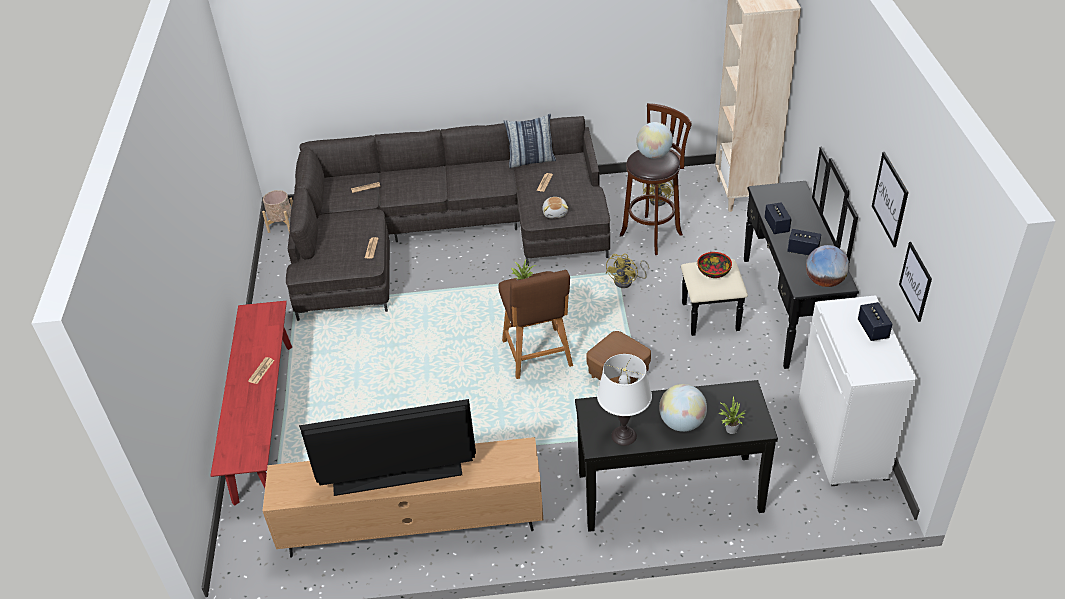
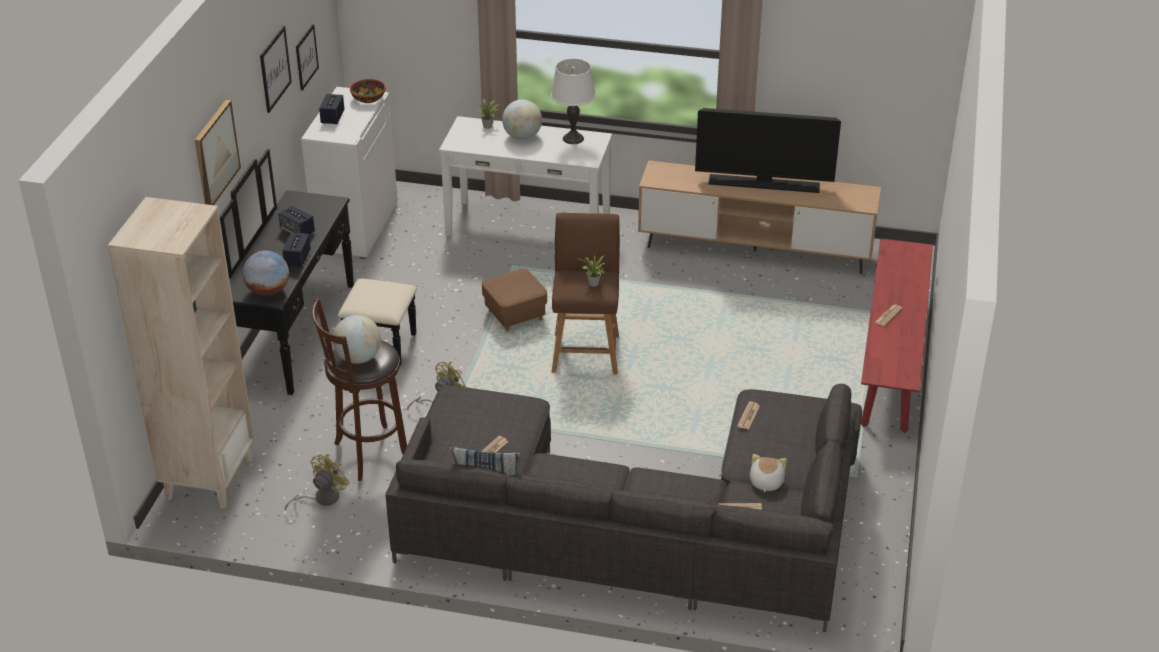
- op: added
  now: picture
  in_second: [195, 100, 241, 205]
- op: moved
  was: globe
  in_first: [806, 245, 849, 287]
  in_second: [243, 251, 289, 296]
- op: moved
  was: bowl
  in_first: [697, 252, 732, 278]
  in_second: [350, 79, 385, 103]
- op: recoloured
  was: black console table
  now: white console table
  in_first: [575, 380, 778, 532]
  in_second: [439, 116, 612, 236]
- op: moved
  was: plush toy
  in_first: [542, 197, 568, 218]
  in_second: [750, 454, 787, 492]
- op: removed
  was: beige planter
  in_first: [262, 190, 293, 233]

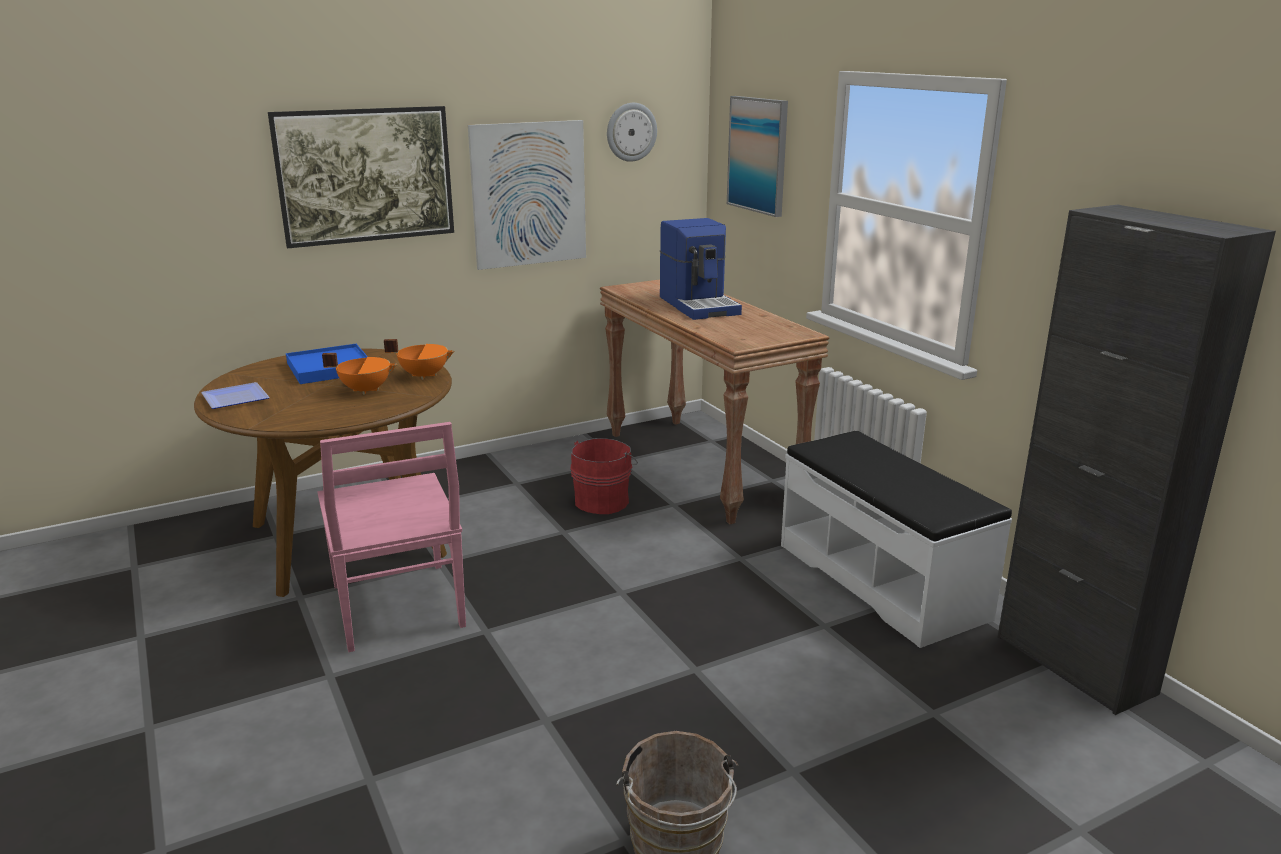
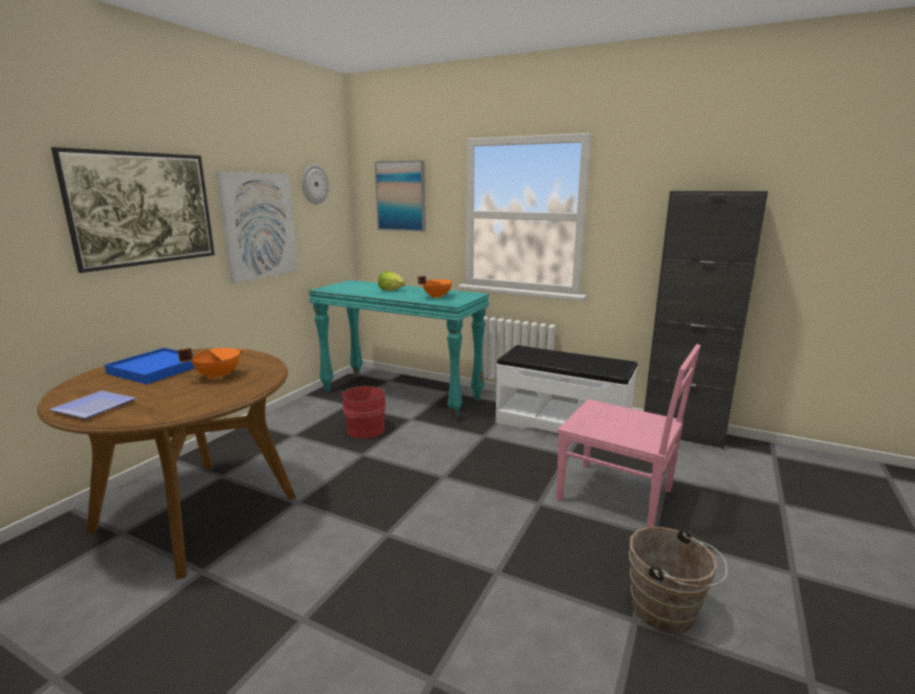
- op: recoloured
  was: brown console table
  now: turquoise console table
  in_first: [600, 279, 829, 524]
  in_second: [309, 280, 489, 420]
- op: replaced
  was: coffee machine
  now: lettuce
  in_first: [660, 218, 742, 320]
  in_second: [378, 271, 406, 291]
- op: moved
  was: orange cooking pot
  in_first: [384, 339, 455, 380]
  in_second: [418, 276, 453, 298]
- op: moved
  was: pink chair
  in_first: [317, 422, 466, 652]
  in_second: [556, 344, 701, 527]

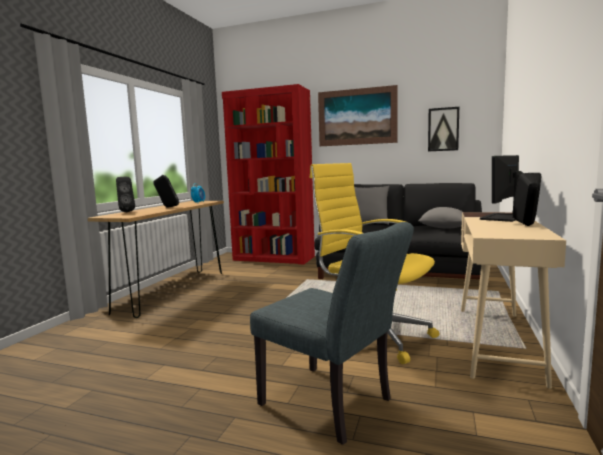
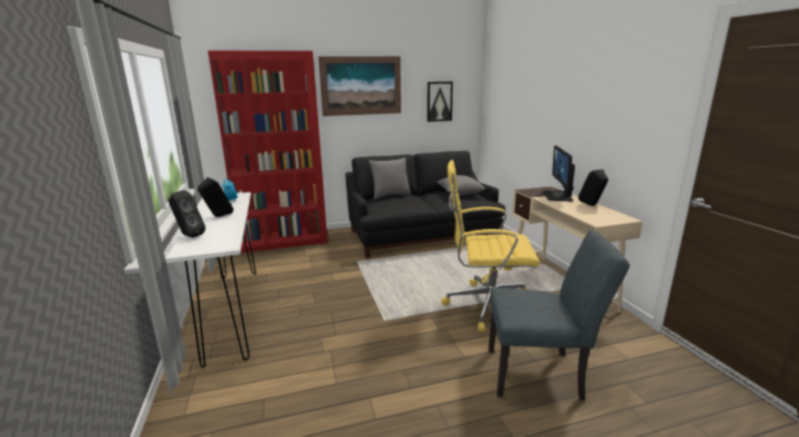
- op: recoloured
  was: brown console table
  now: white console table
  in_first: [88, 201, 224, 318]
  in_second: [166, 192, 256, 368]

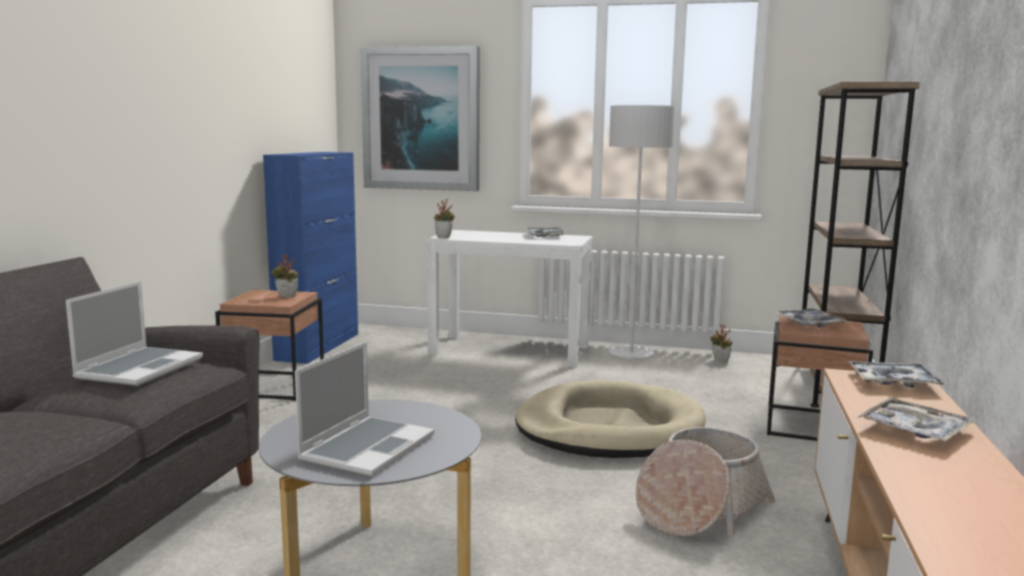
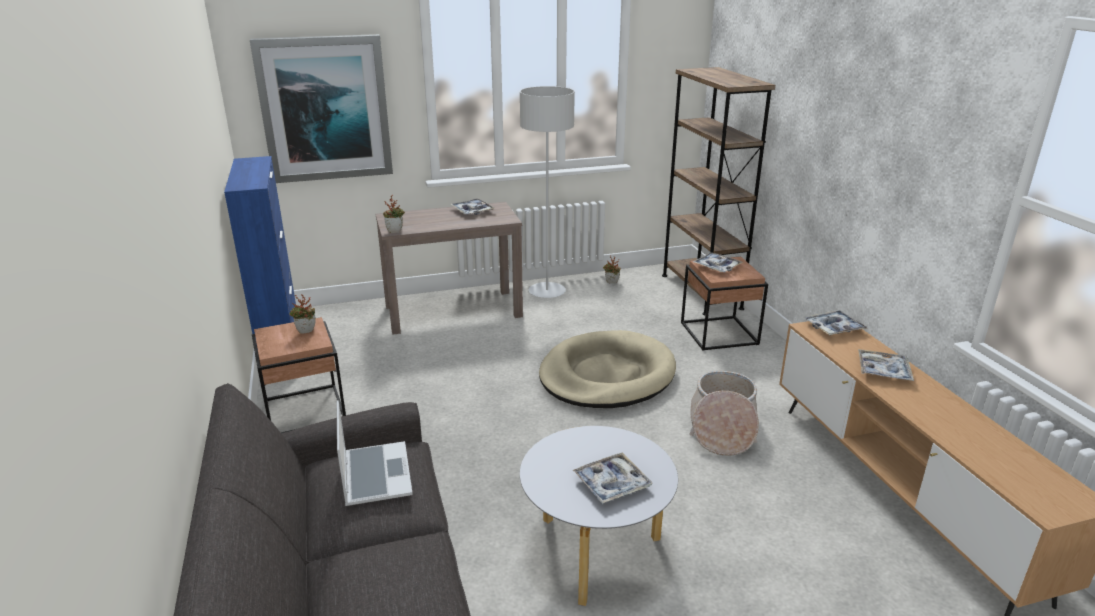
- op: recoloured
  was: white console table
  now: brown console table
  in_first: [426, 230, 593, 367]
  in_second: [375, 202, 523, 335]
- op: replaced
  was: laptop
  now: tray
  in_first: [295, 342, 434, 477]
  in_second: [573, 453, 652, 504]

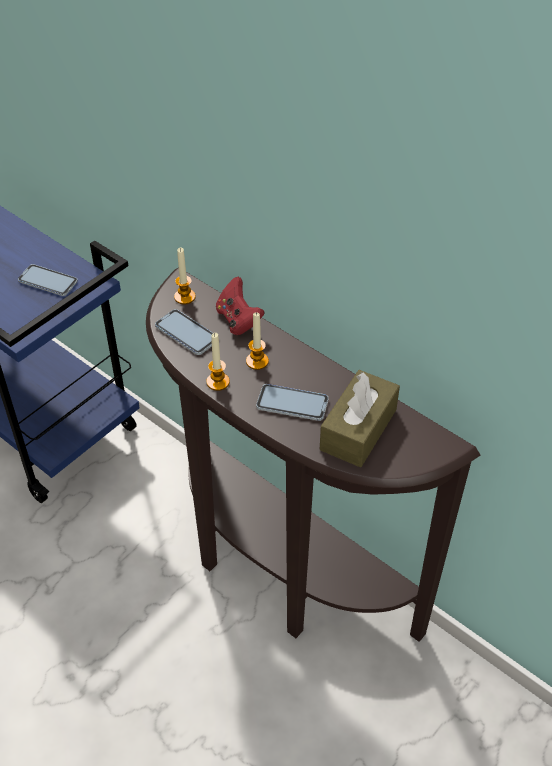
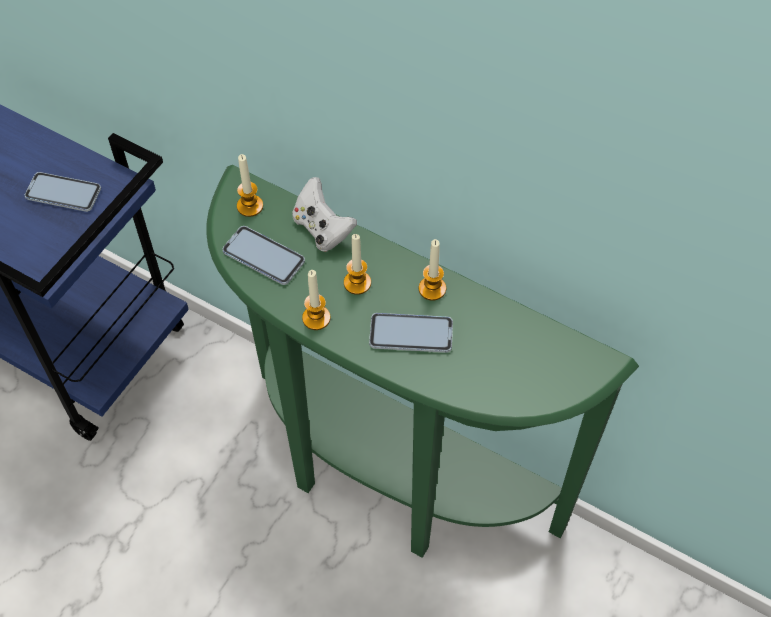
- op: recoloured
  was: brown console table
  now: green console table
  in_first: [146, 267, 480, 642]
  in_second: [206, 165, 639, 558]
- op: recoloured
  was: red game controller
  now: white game controller
  in_first: [216, 277, 264, 335]
  in_second: [292, 177, 357, 252]
- op: added
  now: candle
  in_second: [419, 239, 446, 301]
- op: removed
  was: brown tissue box
  in_first: [320, 370, 400, 467]

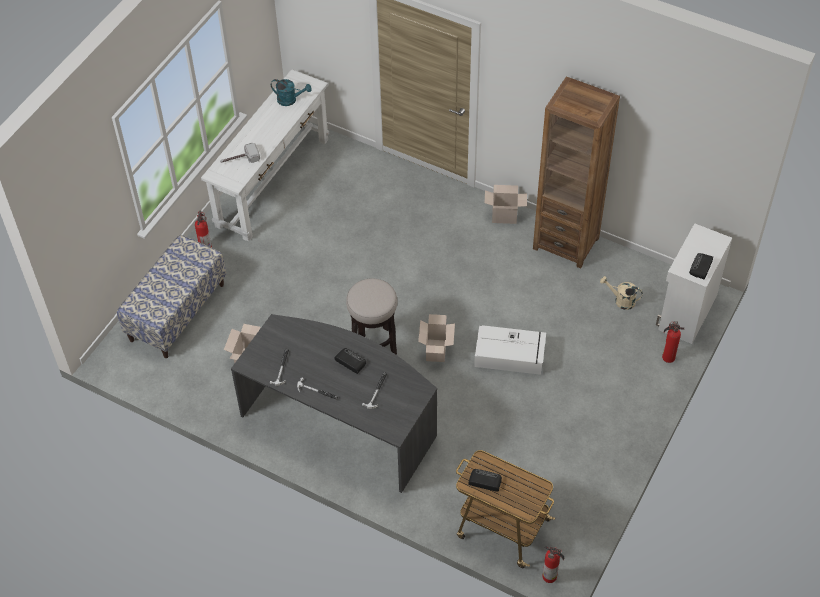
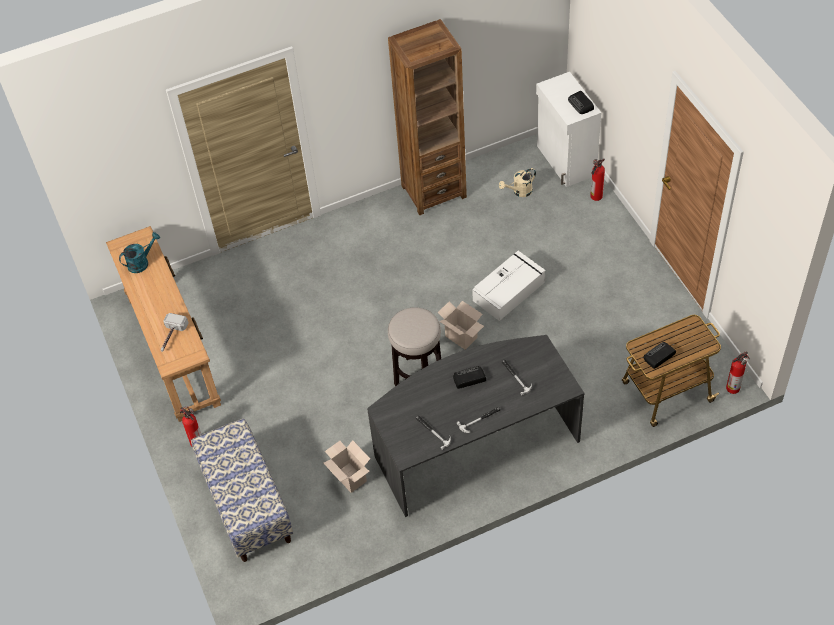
- op: recoloured
  was: white console table
  now: brown console table
  in_first: [201, 69, 329, 242]
  in_second: [106, 226, 221, 422]
- op: removed
  was: cardboard box
  in_first: [485, 185, 527, 224]

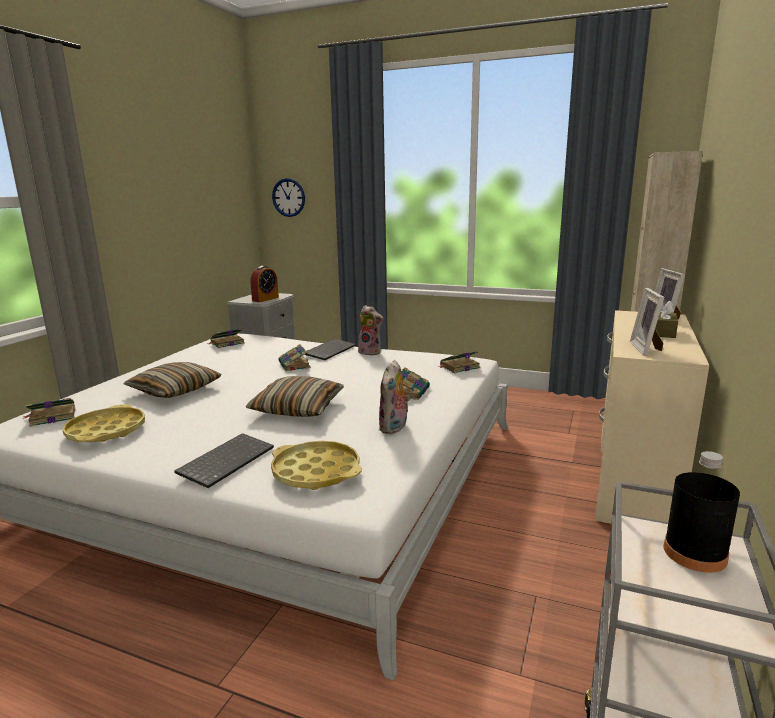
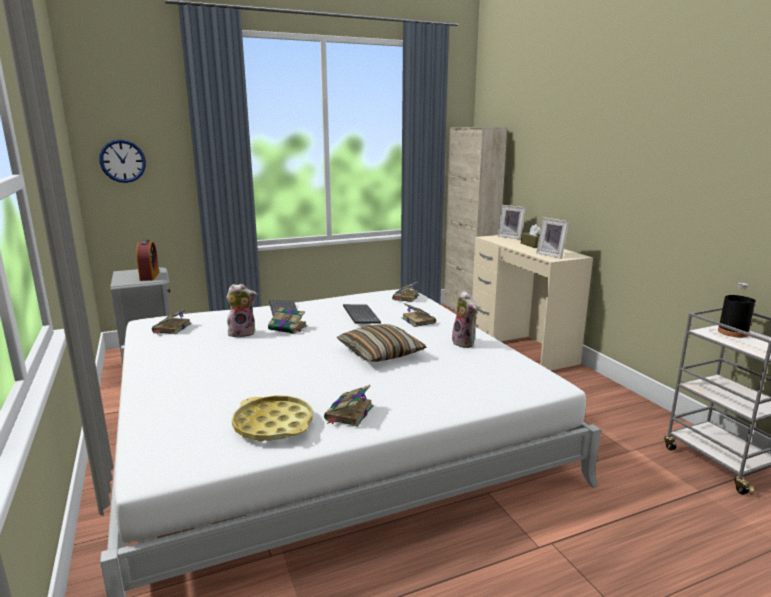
- op: moved
  was: plush toy
  in_first: [358, 305, 383, 356]
  in_second: [226, 284, 257, 337]
- op: moved
  was: book
  in_first: [22, 398, 75, 427]
  in_second: [324, 385, 373, 427]
- op: moved
  was: keyboard
  in_first: [174, 433, 274, 488]
  in_second: [343, 304, 381, 324]
- op: removed
  was: pillow
  in_first: [124, 362, 222, 398]
- op: removed
  was: yellow tray
  in_first: [271, 441, 362, 490]

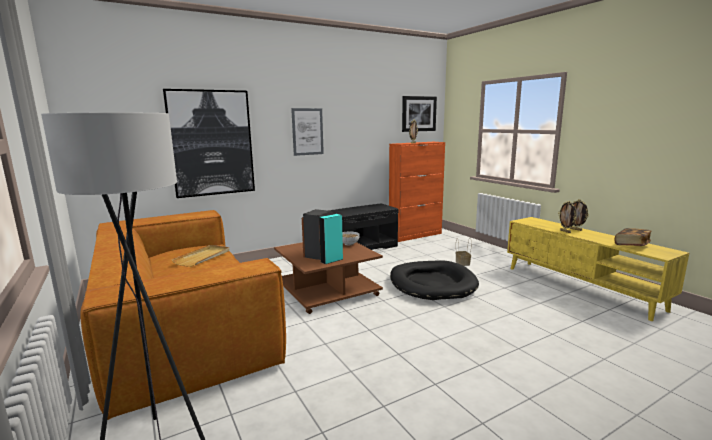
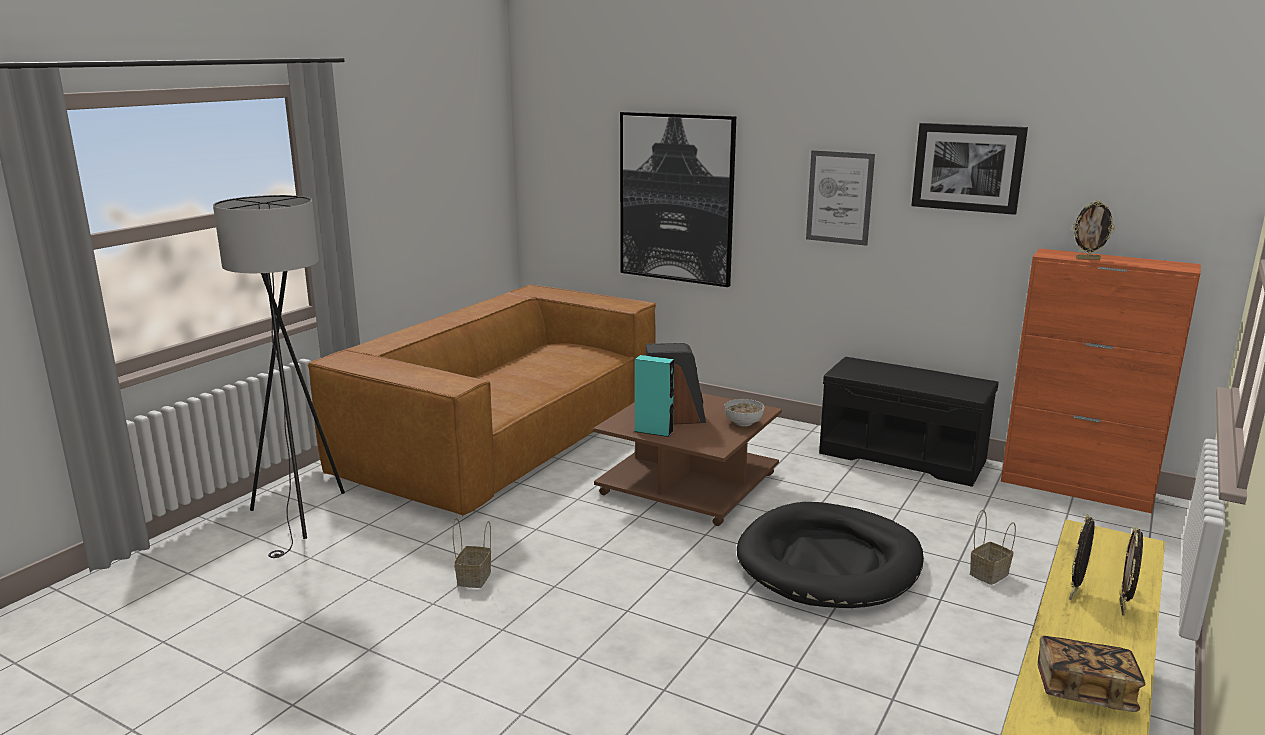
- op: added
  now: basket
  in_second: [453, 518, 491, 588]
- op: moved
  was: picture
  in_first: [402, 96, 437, 132]
  in_second: [911, 123, 1028, 215]
- op: removed
  was: beige tray
  in_first: [172, 245, 229, 267]

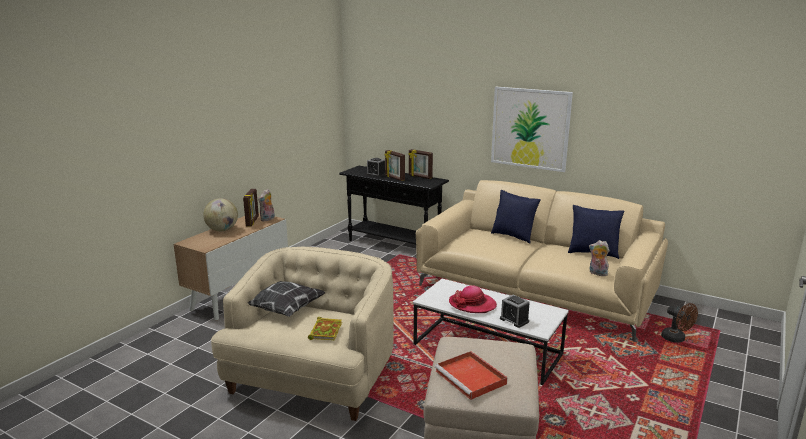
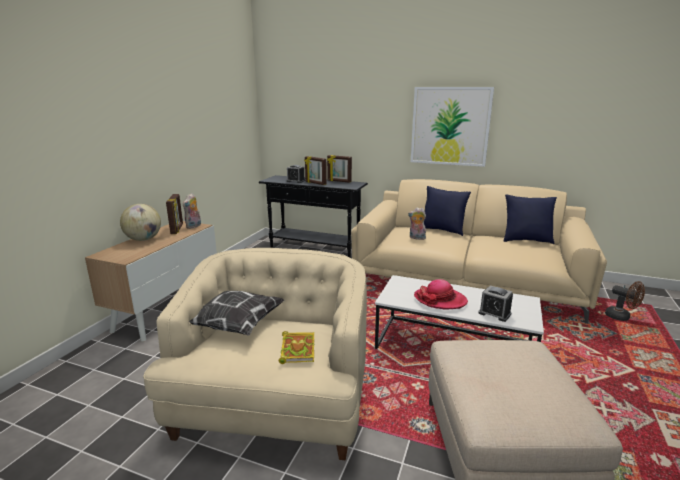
- op: moved
  was: plush toy
  in_first: [589, 240, 609, 276]
  in_second: [408, 207, 427, 240]
- op: removed
  was: red tray
  in_first: [435, 351, 507, 400]

